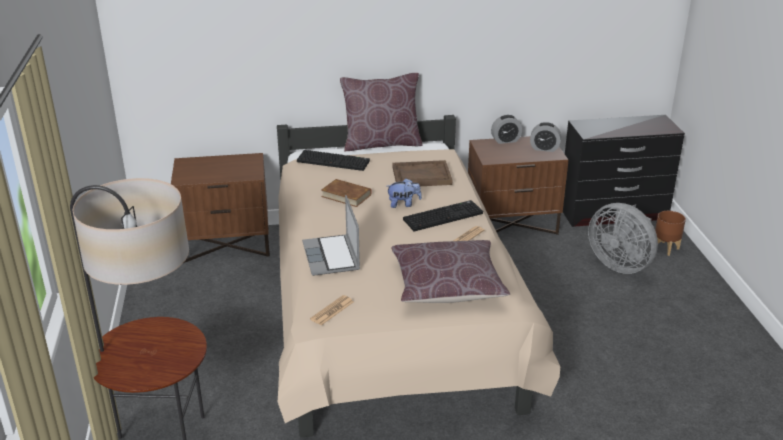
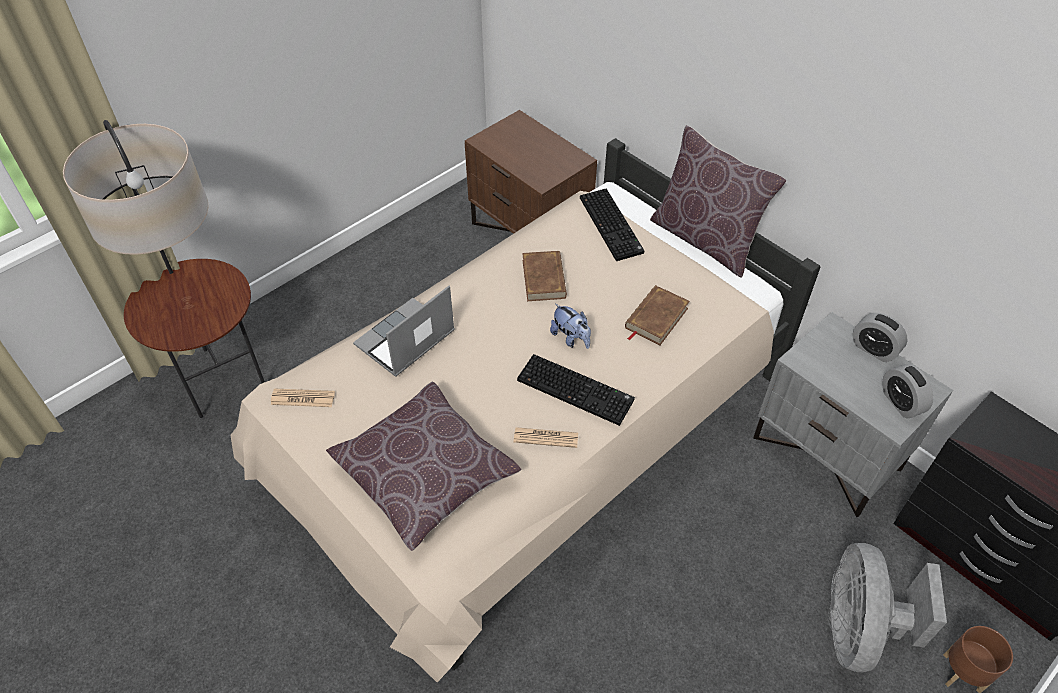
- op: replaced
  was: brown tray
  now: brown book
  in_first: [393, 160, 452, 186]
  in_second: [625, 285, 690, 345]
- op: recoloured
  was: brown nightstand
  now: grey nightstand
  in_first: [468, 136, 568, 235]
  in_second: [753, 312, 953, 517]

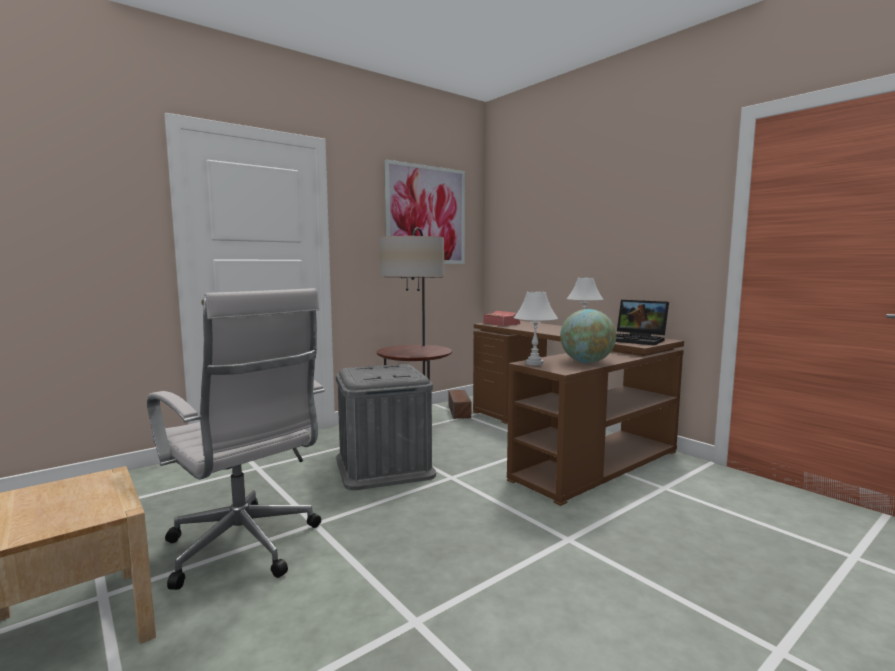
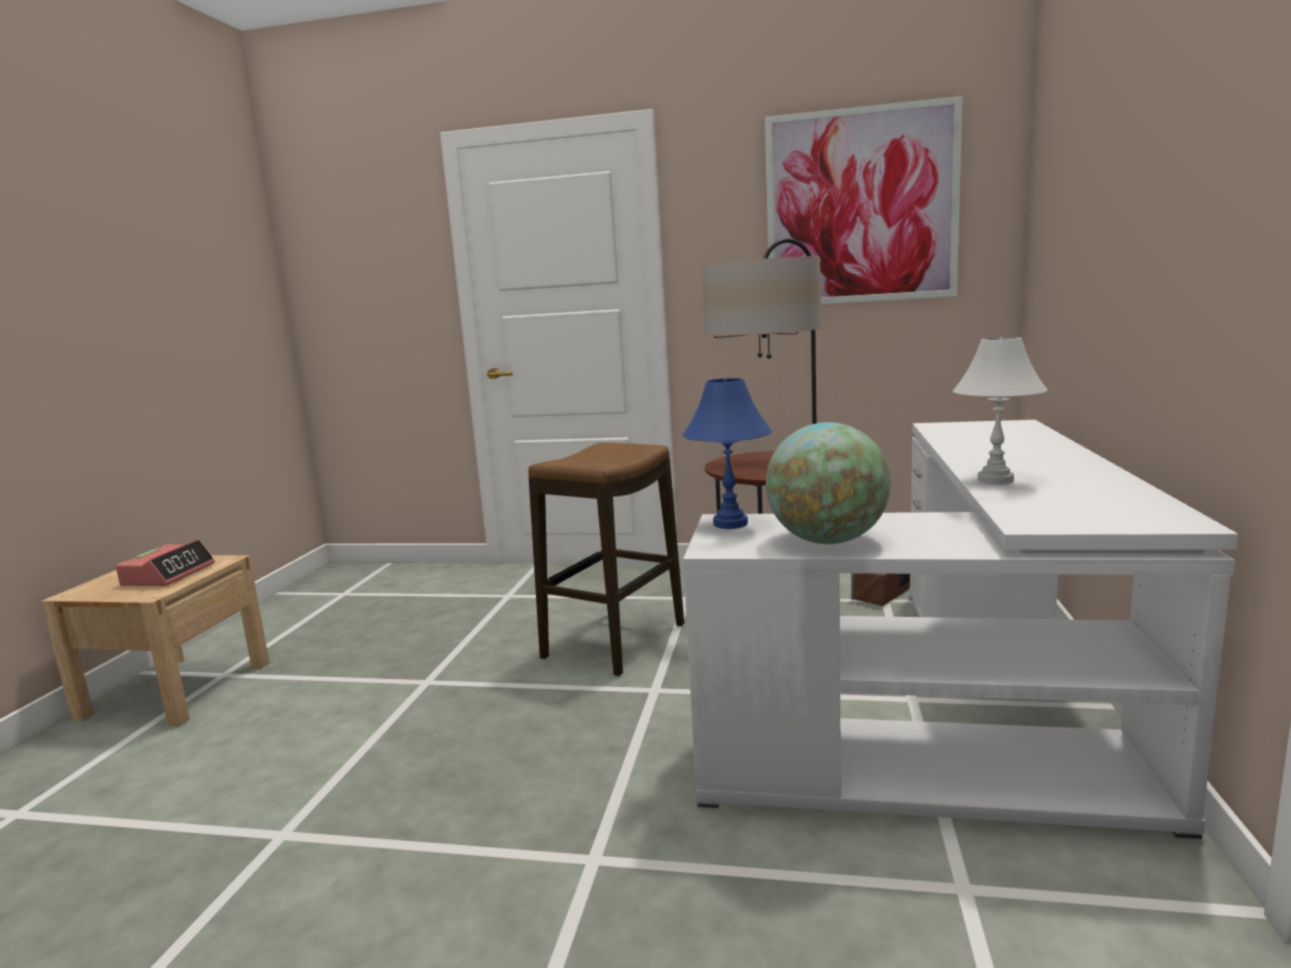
- op: moved
  was: alarm clock
  in_first: [483, 311, 520, 326]
  in_second: [116, 539, 215, 586]
- op: replaced
  was: grey storage box
  now: stool
  in_first: [336, 364, 436, 490]
  in_second: [528, 443, 684, 676]
- op: recoloured
  was: white table lamp
  now: blue table lamp
  in_first: [514, 291, 558, 365]
  in_second: [683, 378, 772, 529]
- op: recoloured
  was: brown desk
  now: white desk
  in_first: [473, 321, 684, 506]
  in_second: [683, 420, 1238, 839]
- op: removed
  was: white office chair
  in_first: [147, 288, 325, 590]
- op: removed
  was: laptop
  in_first: [616, 300, 669, 345]

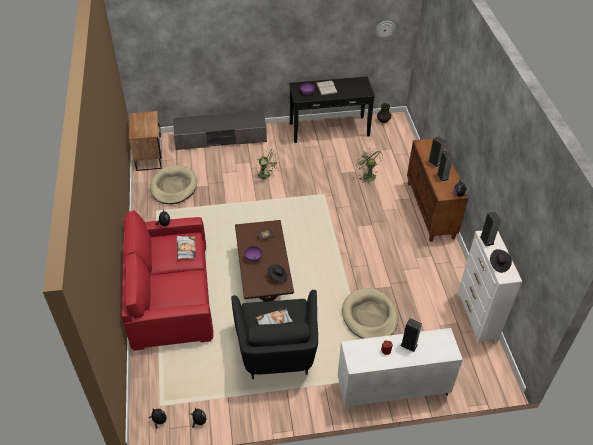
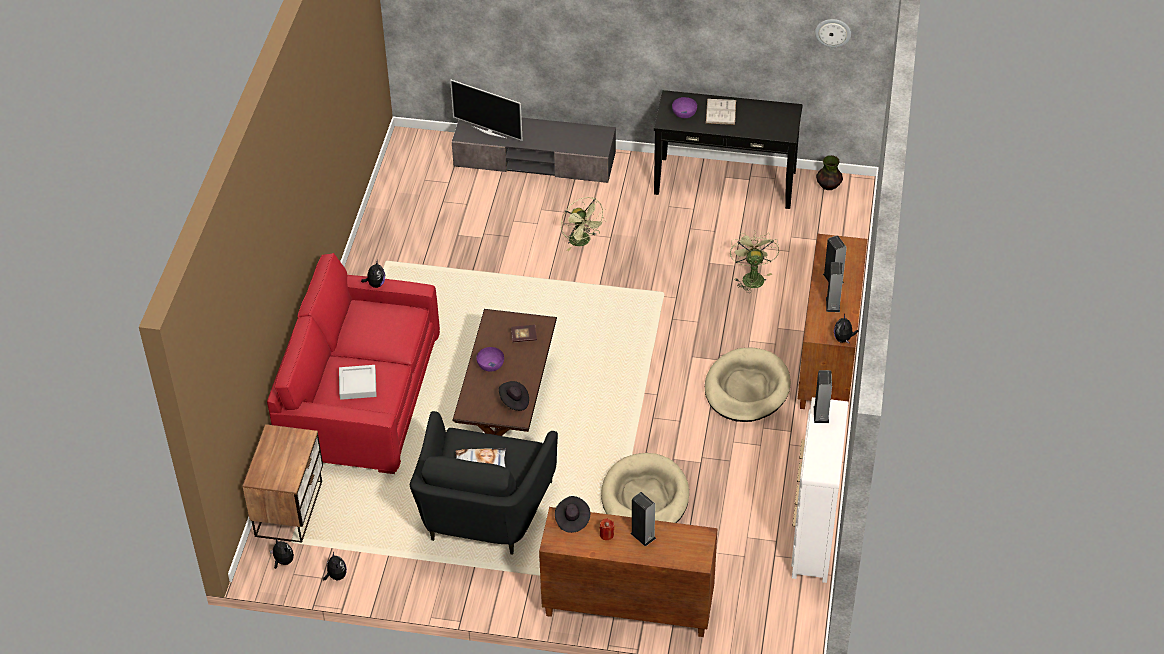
- op: moved
  was: nightstand
  in_first: [129, 111, 162, 171]
  in_second: [243, 424, 323, 542]
- op: added
  now: grey tray
  in_second: [339, 365, 376, 400]
- op: added
  now: television
  in_second: [450, 80, 522, 141]
- op: recoloured
  was: white cabinet
  now: brown cabinet
  in_first: [338, 328, 463, 411]
  in_second: [539, 507, 718, 637]
- op: moved
  was: black hat
  in_first: [490, 249, 512, 273]
  in_second: [555, 496, 590, 533]
- op: moved
  was: beige dog bed
  in_first: [150, 165, 197, 204]
  in_second: [705, 348, 791, 422]
- op: removed
  was: pillow
  in_first: [177, 236, 196, 259]

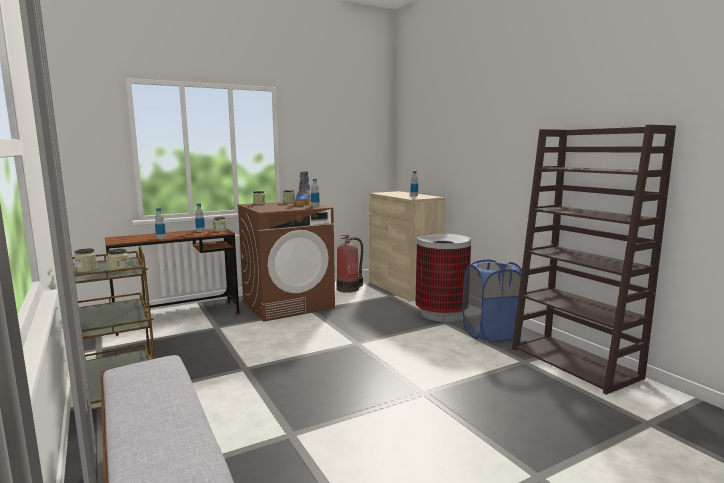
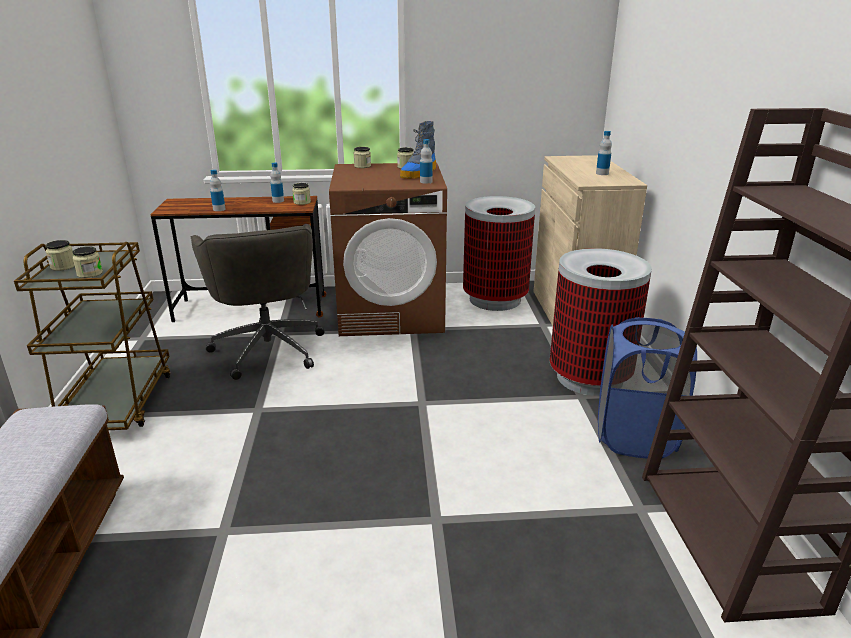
- op: added
  now: grey office chair
  in_second: [190, 224, 325, 380]
- op: replaced
  was: fire extinguisher
  now: trash can
  in_first: [337, 235, 363, 293]
  in_second: [463, 196, 535, 311]

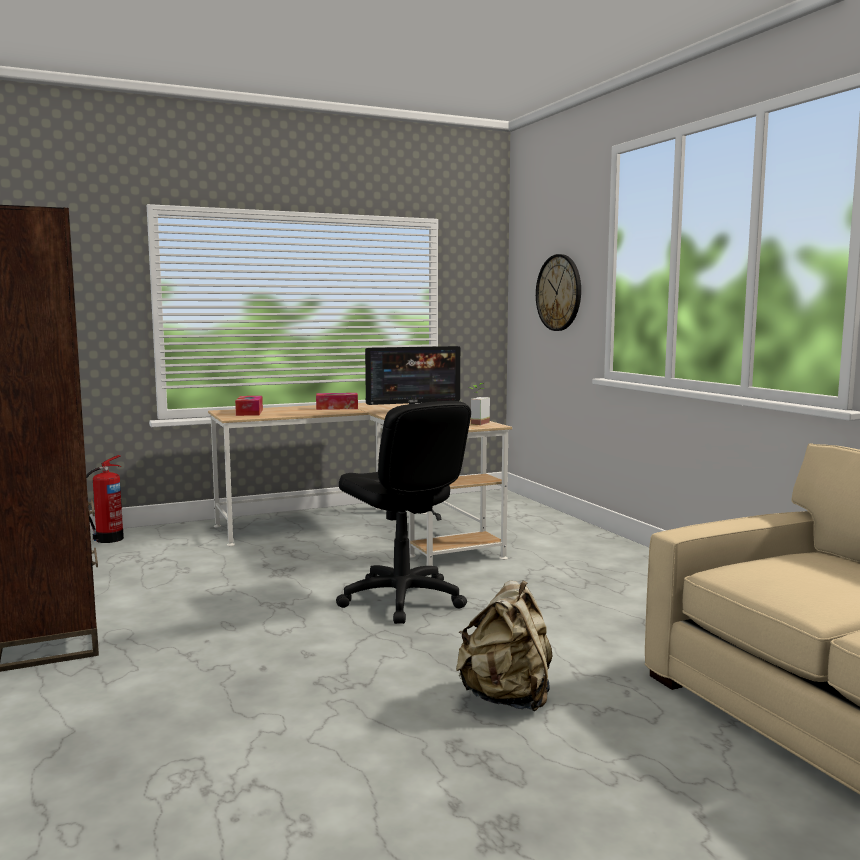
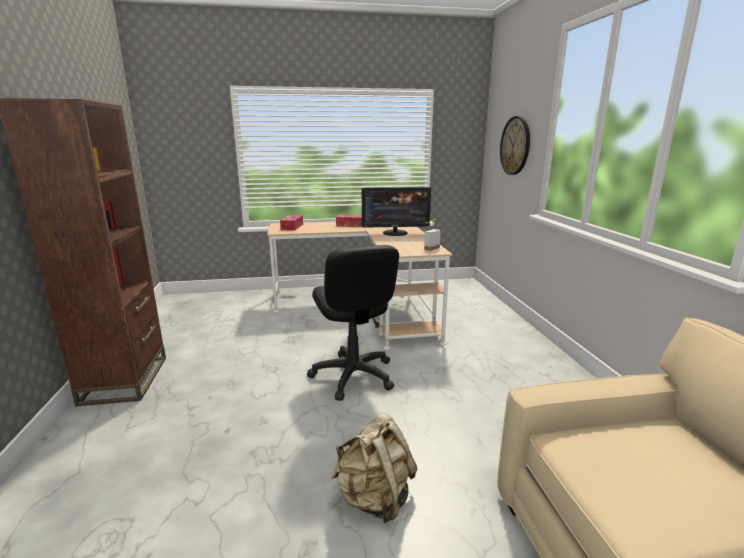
- op: removed
  was: fire extinguisher
  in_first: [86, 455, 124, 543]

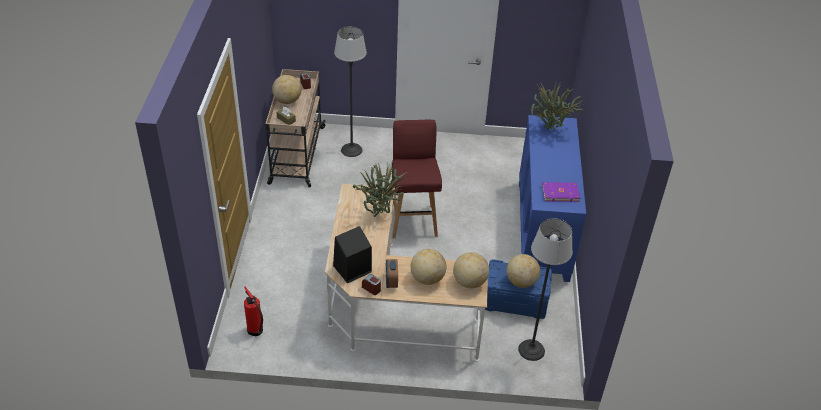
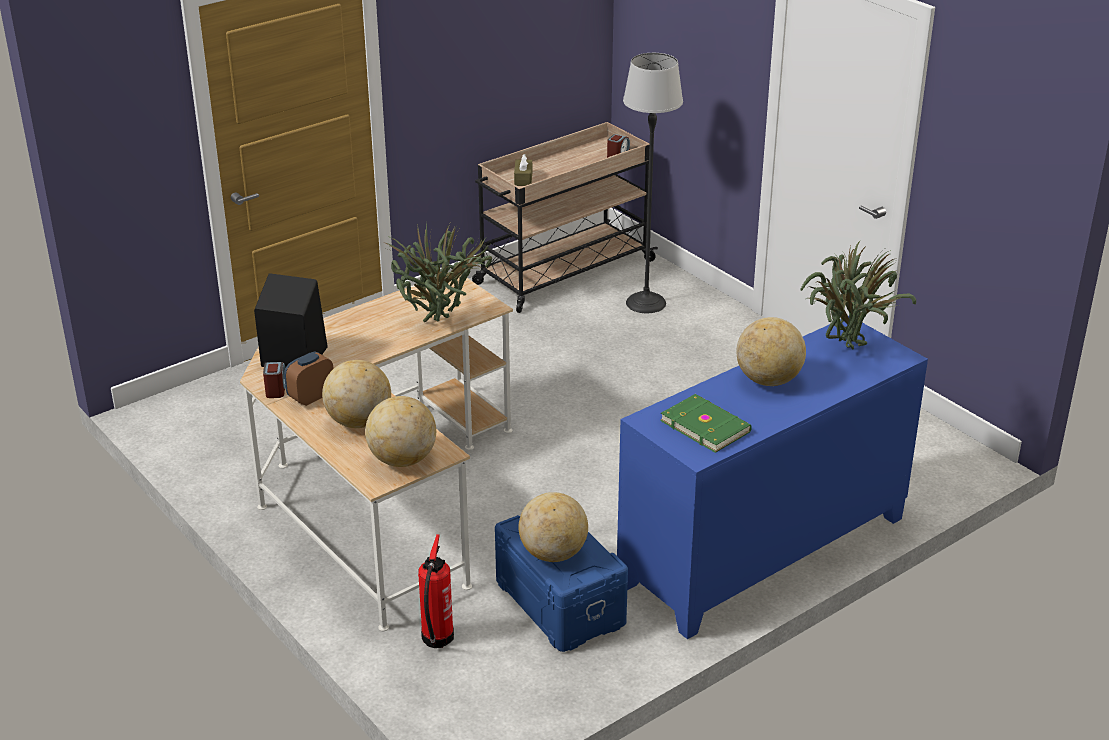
- op: moved
  was: fire extinguisher
  in_first: [244, 287, 263, 336]
  in_second: [418, 534, 454, 648]
- op: recoloured
  was: purple book
  now: green book
  in_first: [542, 182, 580, 202]
  in_second: [660, 394, 752, 453]
- op: moved
  was: globe
  in_first: [272, 75, 301, 104]
  in_second: [736, 317, 806, 386]
- op: removed
  was: red stool
  in_first: [392, 120, 442, 238]
- op: removed
  was: floor lamp
  in_first: [518, 218, 572, 361]

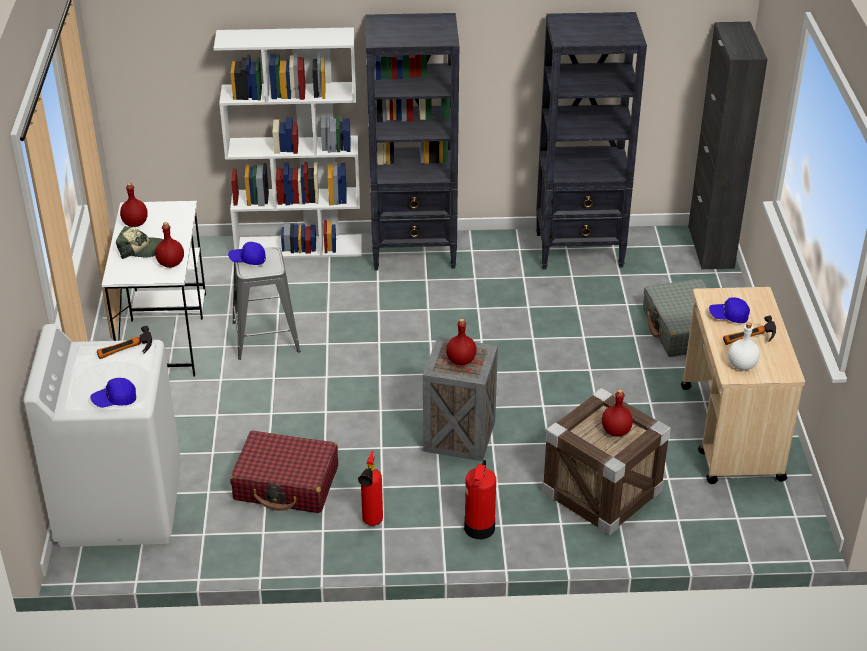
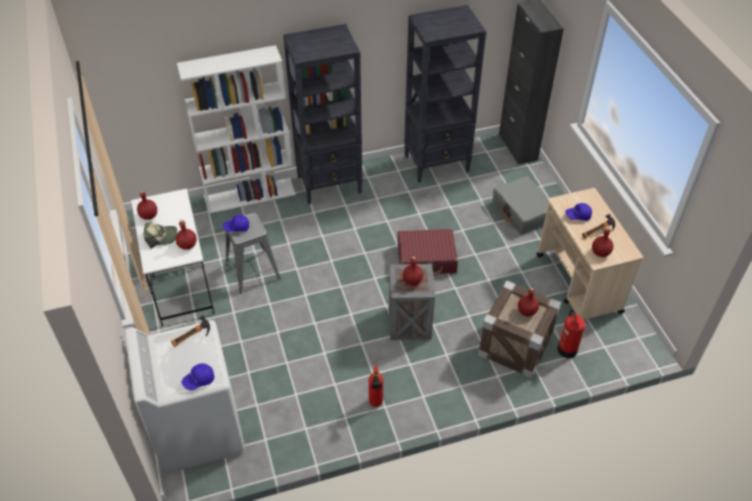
- op: moved
  was: red suitcase
  in_first: [230, 431, 338, 513]
  in_second: [398, 229, 458, 276]
- op: moved
  was: fire extinguisher
  in_first: [464, 460, 496, 539]
  in_second: [557, 310, 586, 358]
- op: recoloured
  was: white bottle
  now: red bottle
  in_first: [728, 322, 760, 370]
  in_second: [592, 227, 613, 257]

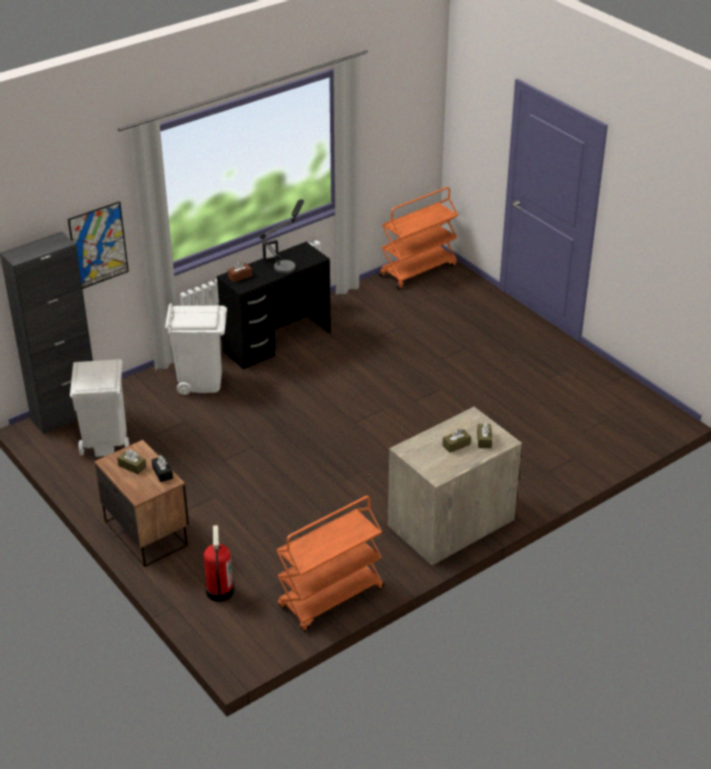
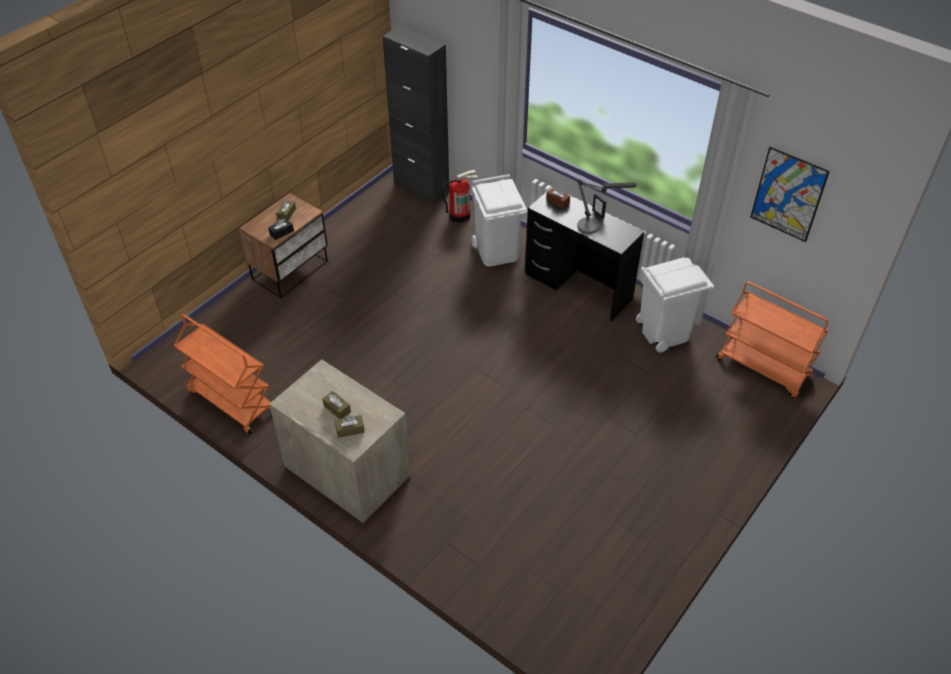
- op: moved
  was: fire extinguisher
  in_first: [204, 525, 234, 602]
  in_second: [442, 169, 478, 223]
- op: moved
  was: white trash can
  in_first: [70, 359, 129, 457]
  in_second: [636, 257, 714, 352]
- op: moved
  was: picture
  in_first: [68, 201, 129, 289]
  in_second: [750, 147, 830, 242]

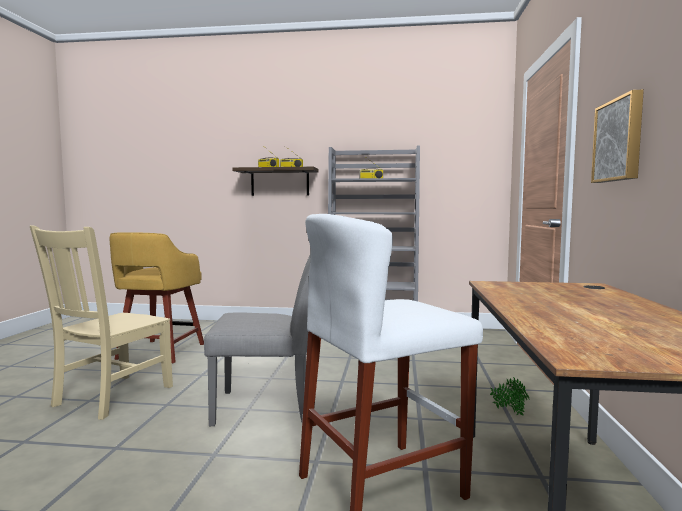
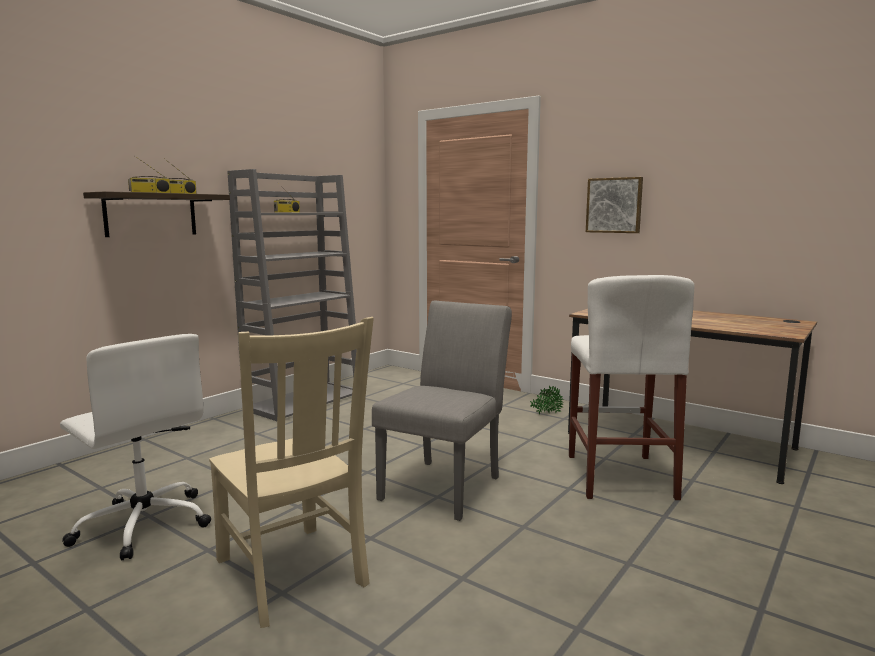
- op: replaced
  was: yellow stool
  now: white office chair
  in_first: [109, 232, 204, 363]
  in_second: [60, 334, 211, 560]

